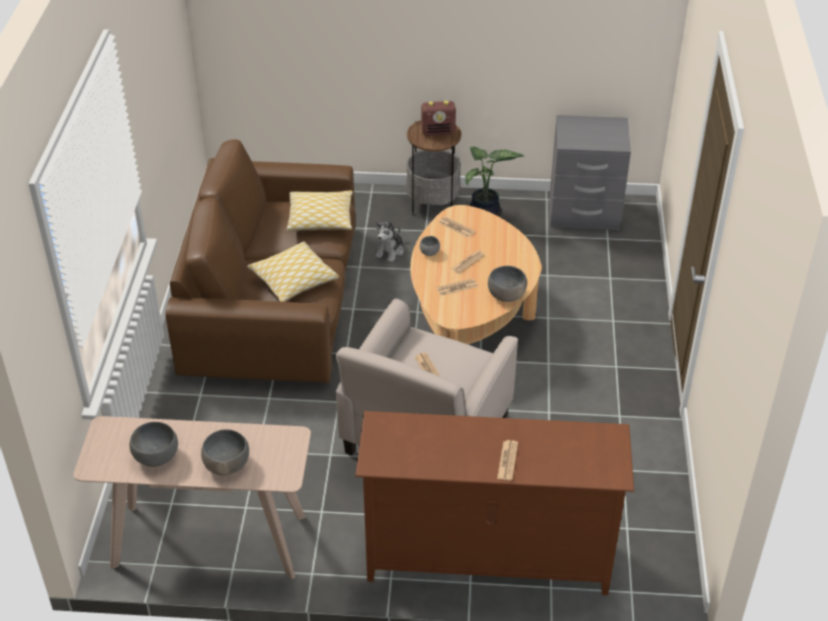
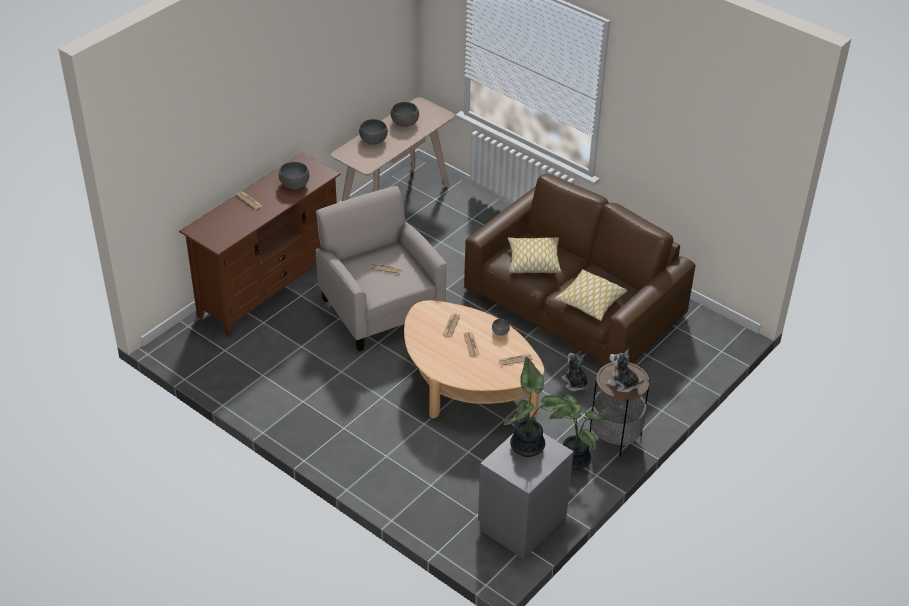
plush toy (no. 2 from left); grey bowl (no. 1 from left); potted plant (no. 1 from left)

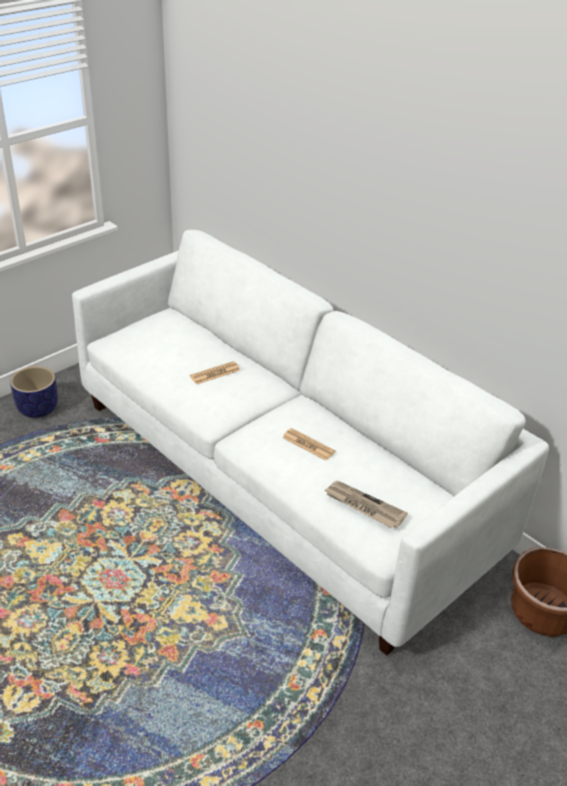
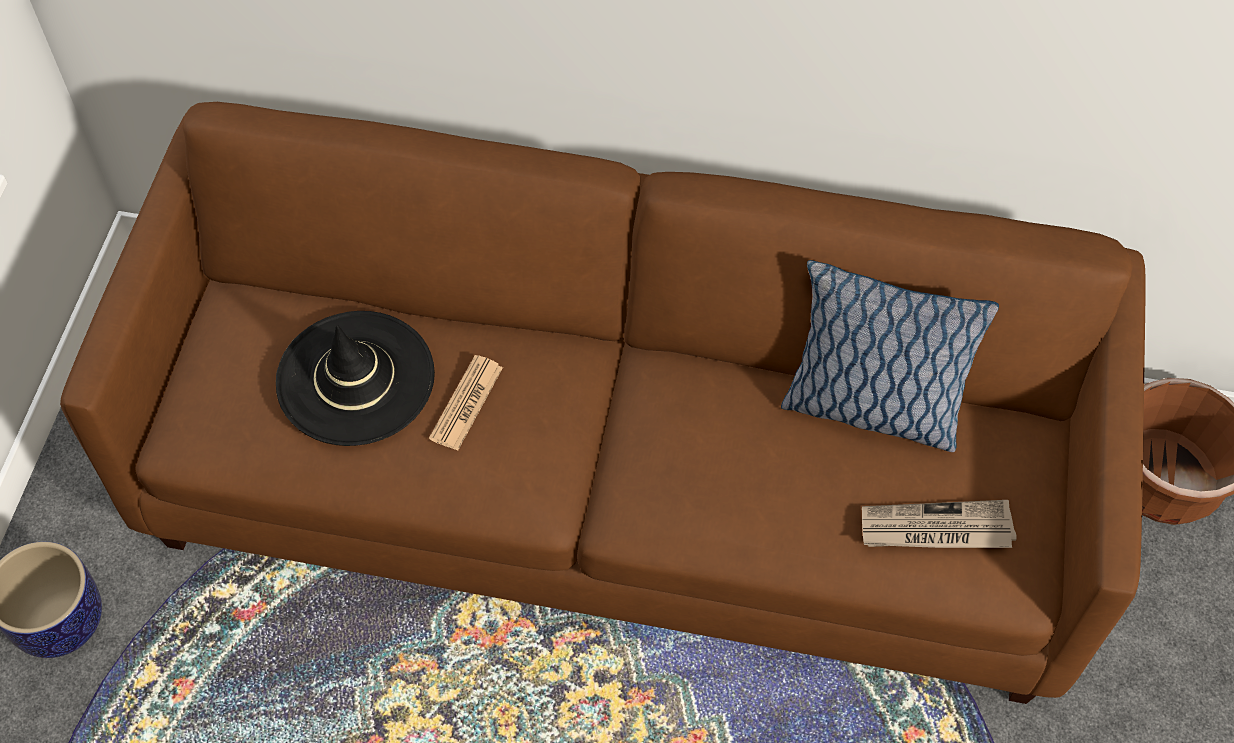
brown sofa; newspaper (no. 2 from left in the first image); pillow; black hat

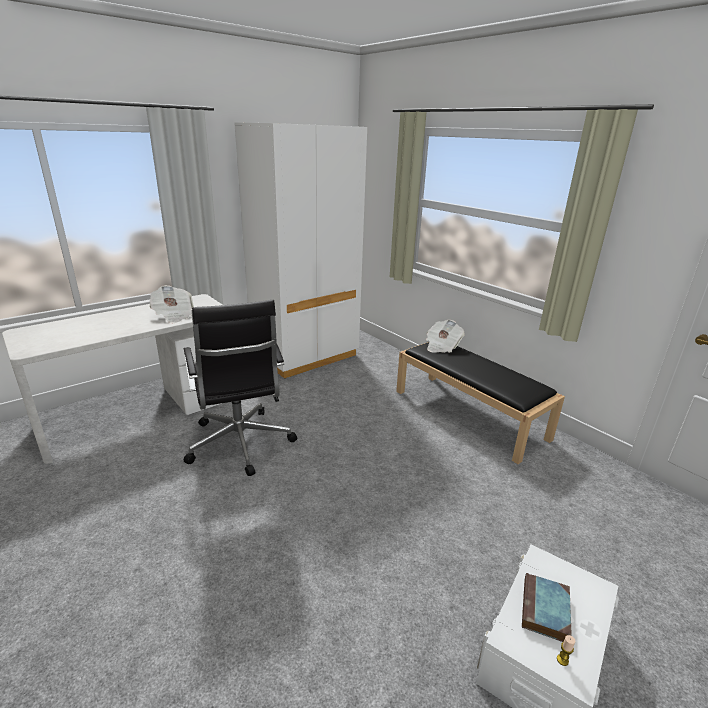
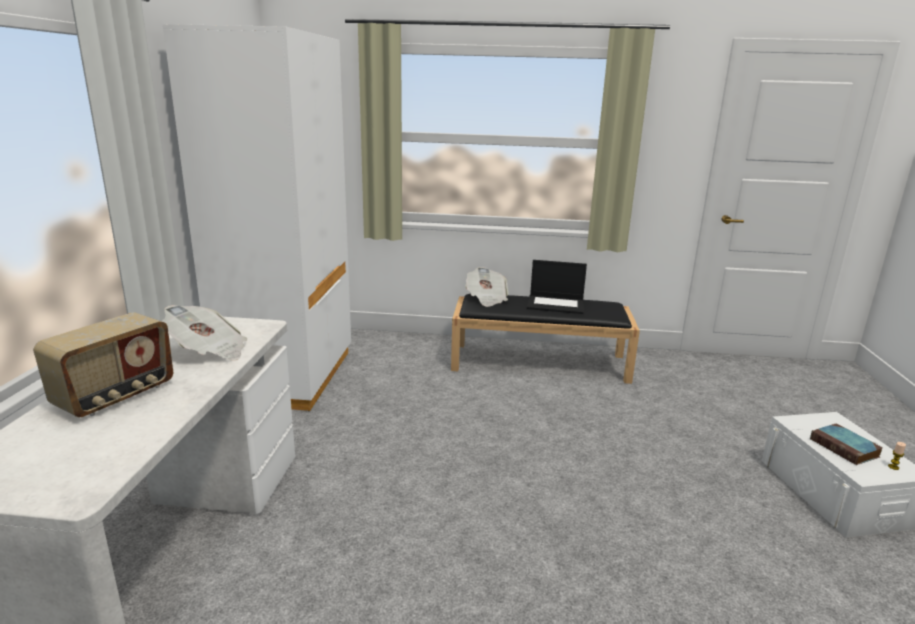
black office chair; laptop; radio

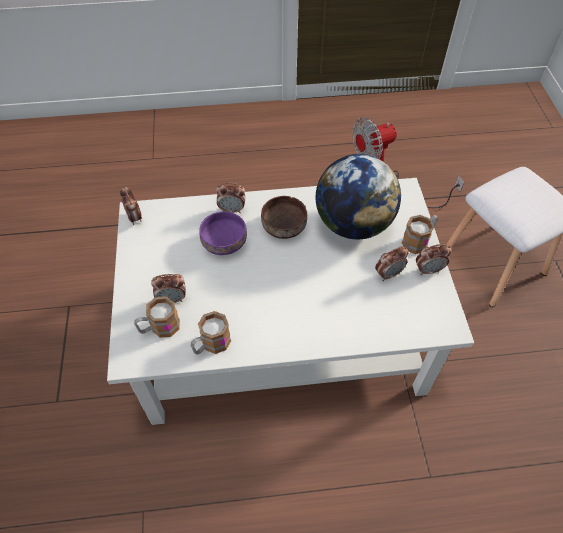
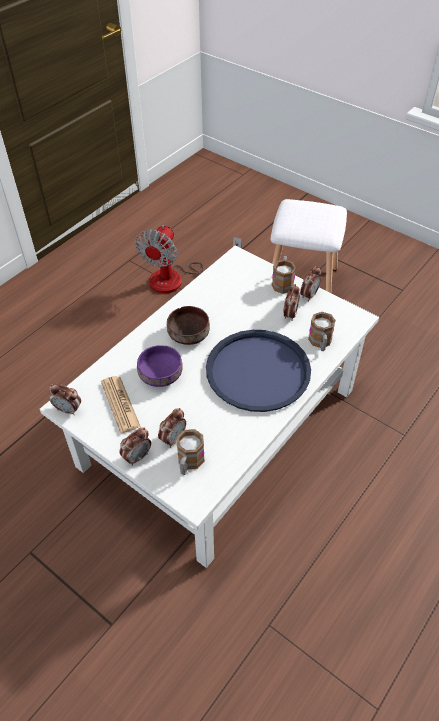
globe; alarm clock (no. 2 from left); mug (no. 3 from left); blue tray; newspaper

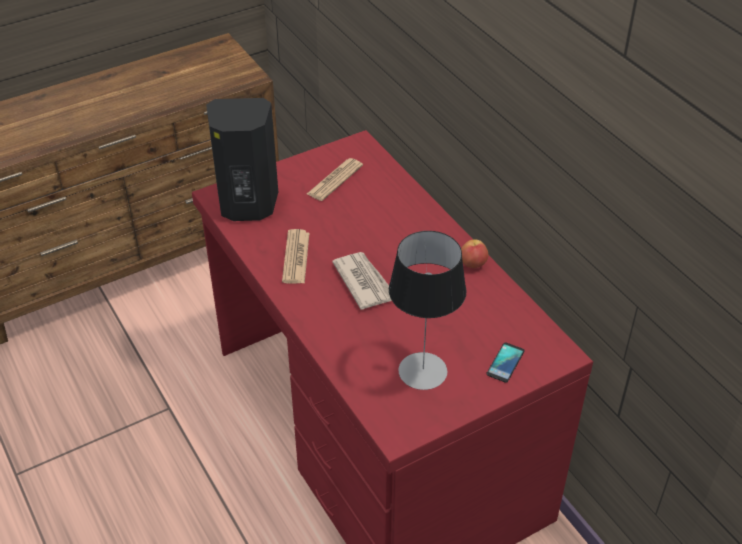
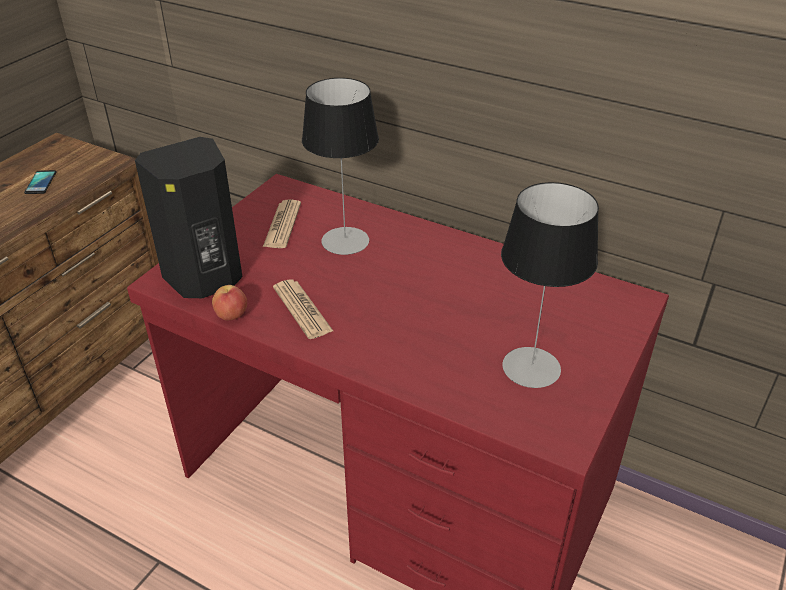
apple; newspaper (no. 3 from left in the first image); phone; table lamp (no. 1 from left)

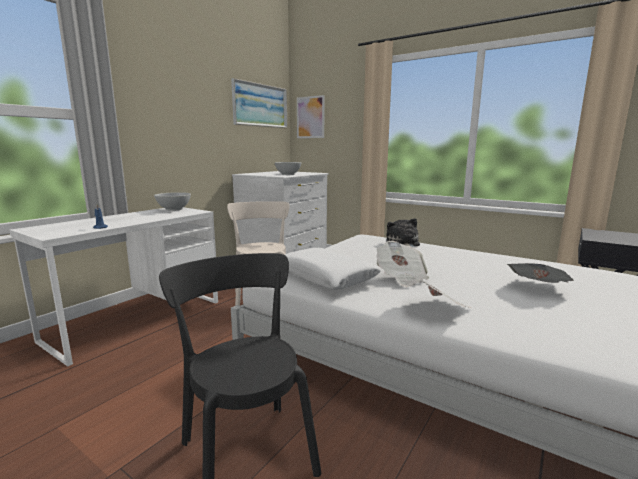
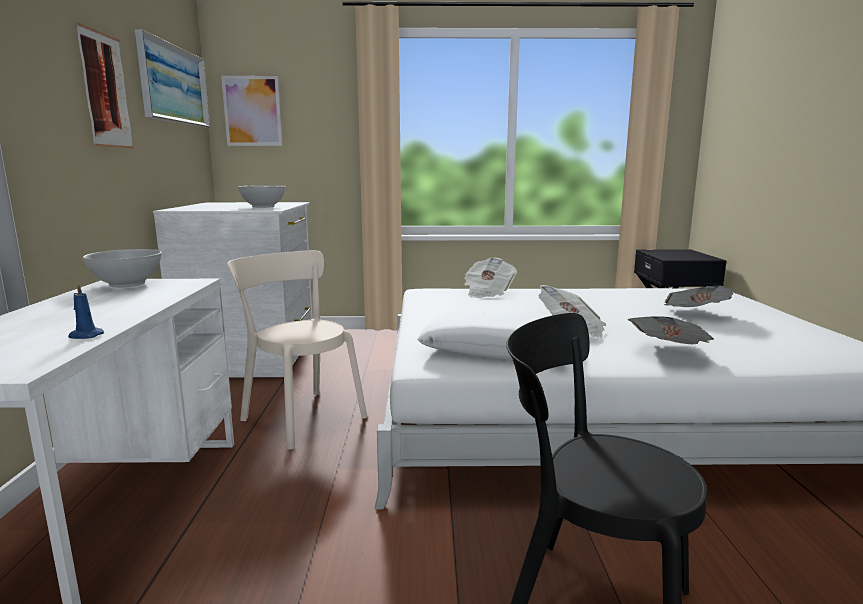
newspaper (no. 1 from left); picture (no. 1 from left)

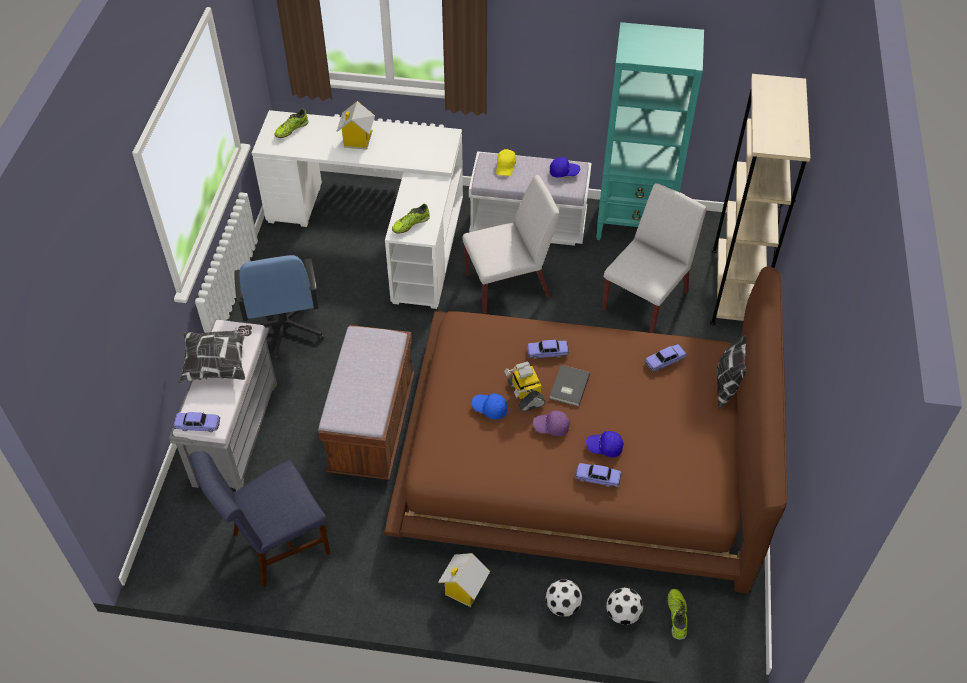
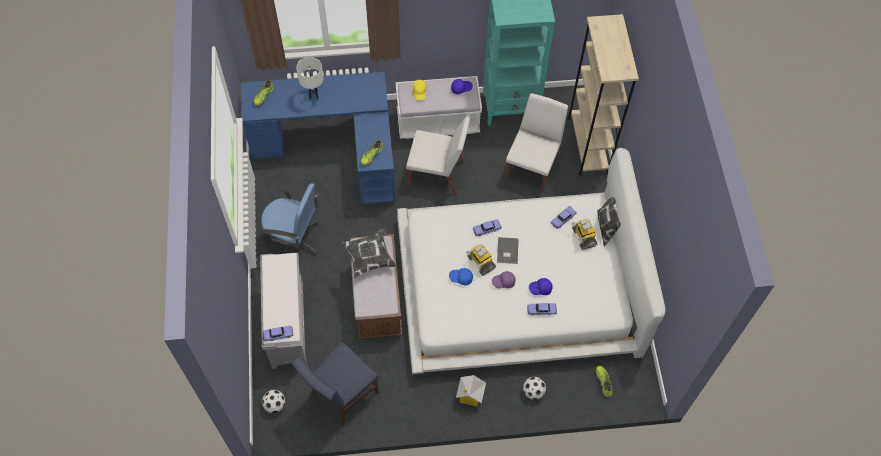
white table lamp; blue desk; white chair (no. 1 from left); blue office chair; white bed; pillow (no. 1 from left); football (no. 1 from left); toy robot (no. 2 from left)

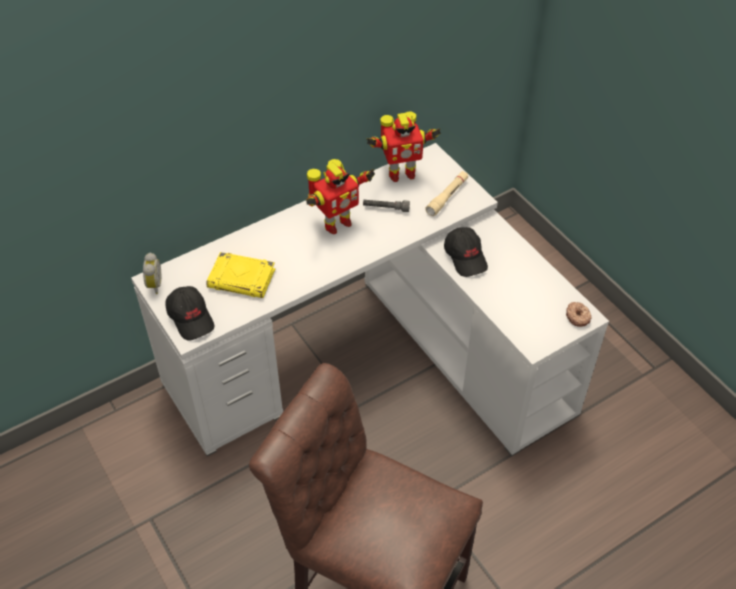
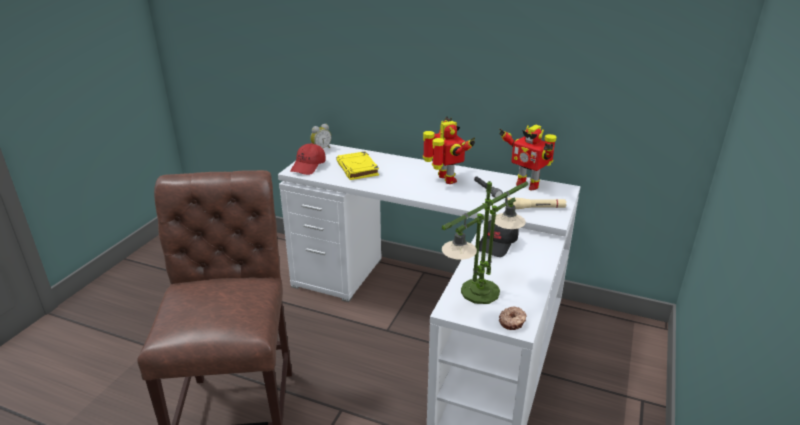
toy robot (no. 1 from left); red cap; table lamp

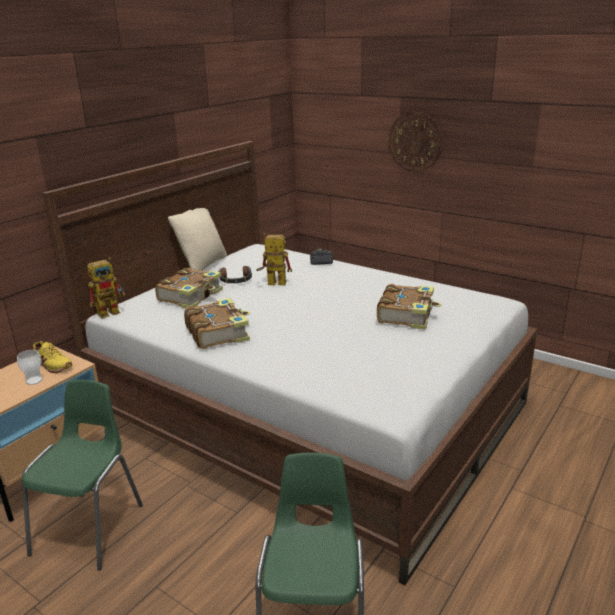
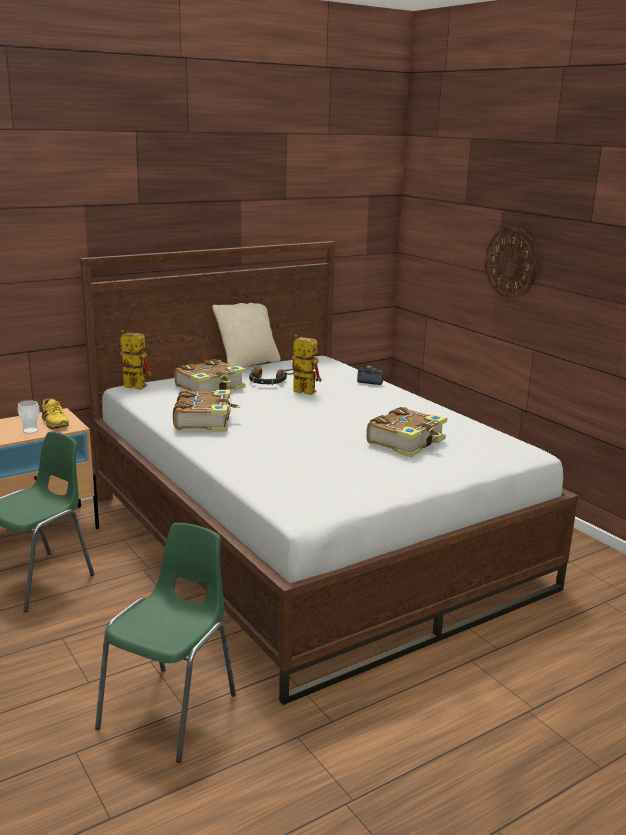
toy robot (no. 1 from left)

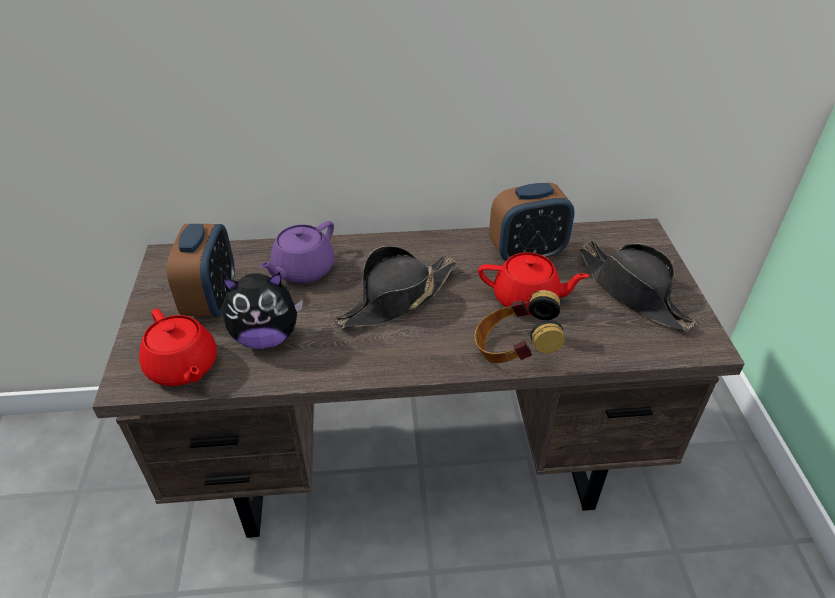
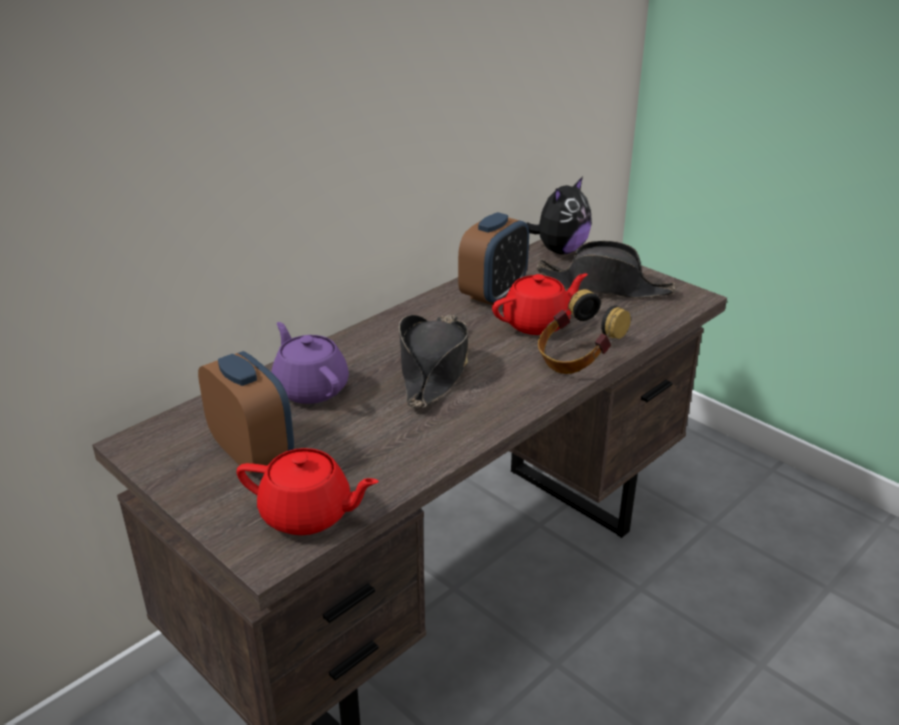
purple teapot; plush toy

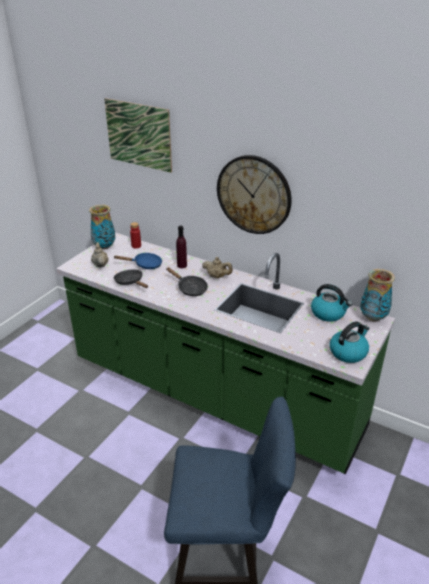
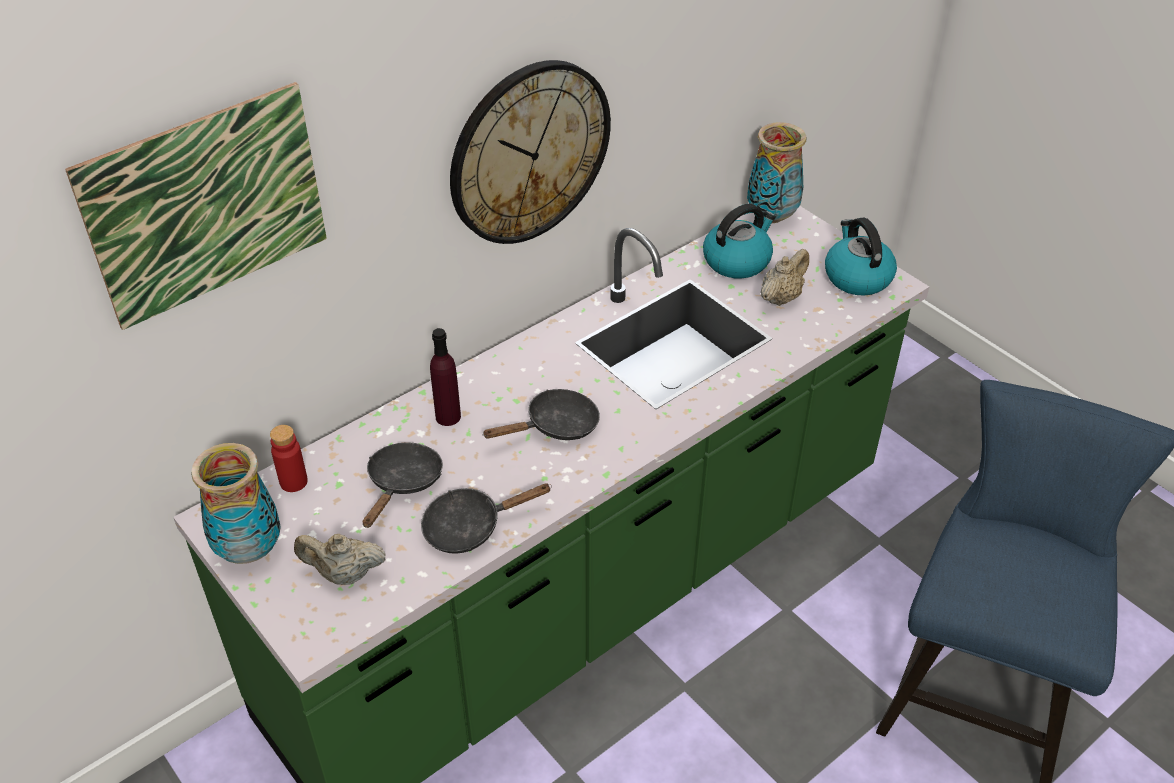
black frying pan (no. 1 from left); beige teapot (no. 2 from left)

